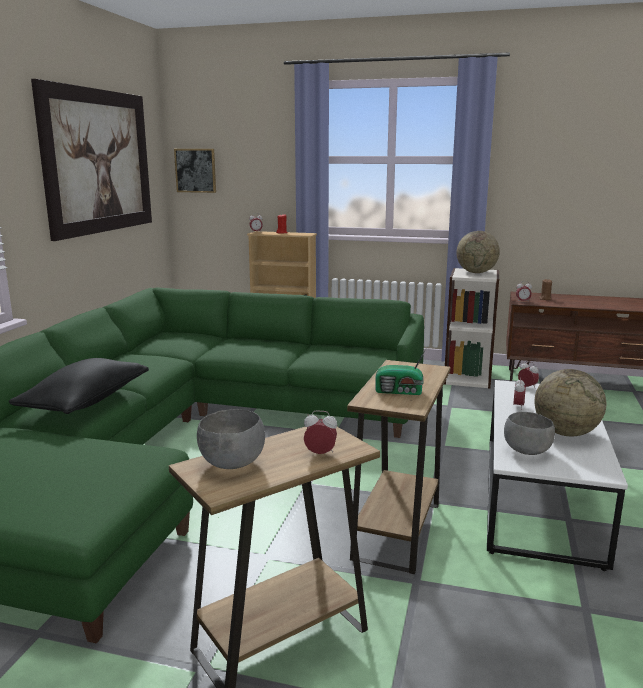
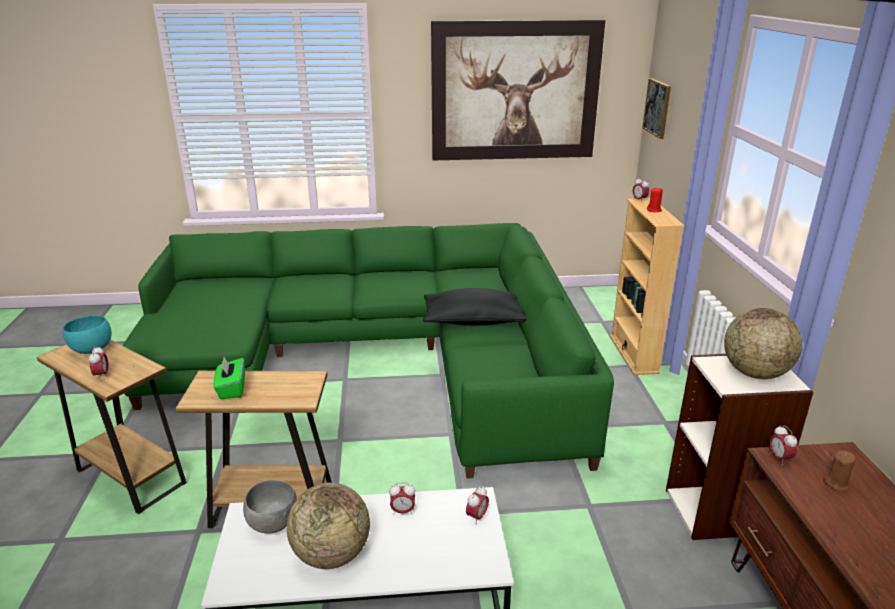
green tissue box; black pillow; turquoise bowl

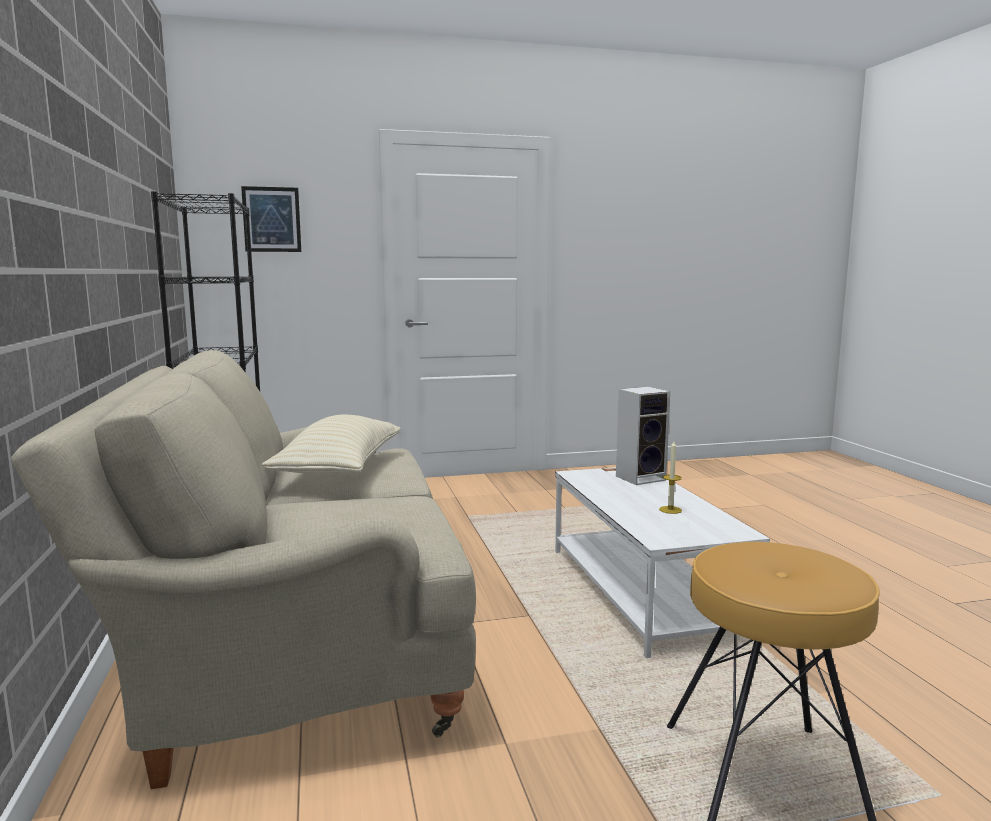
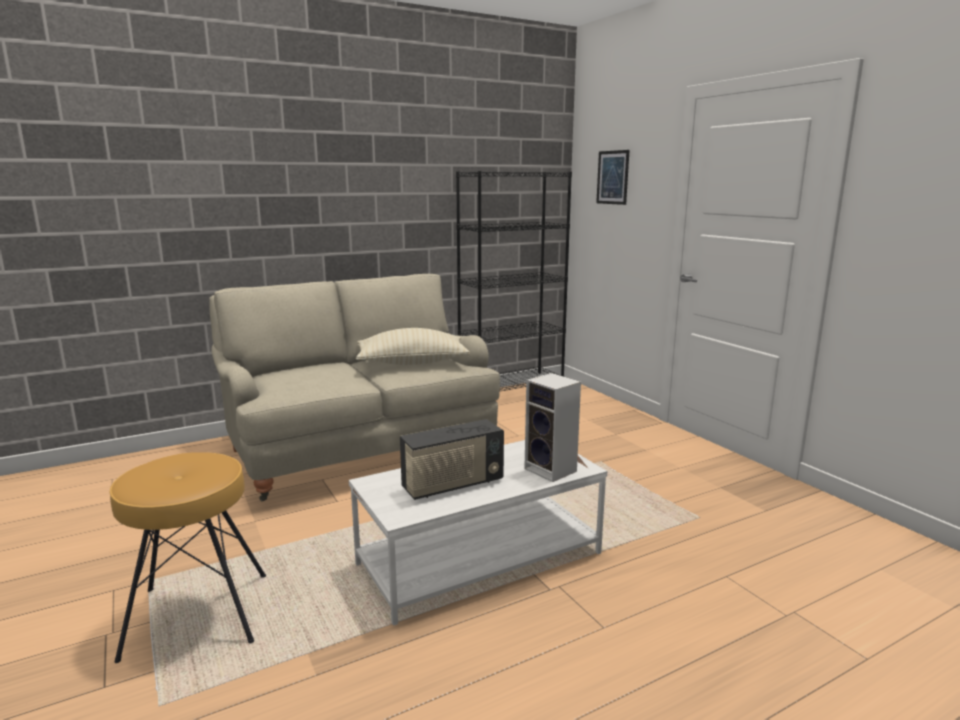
radio

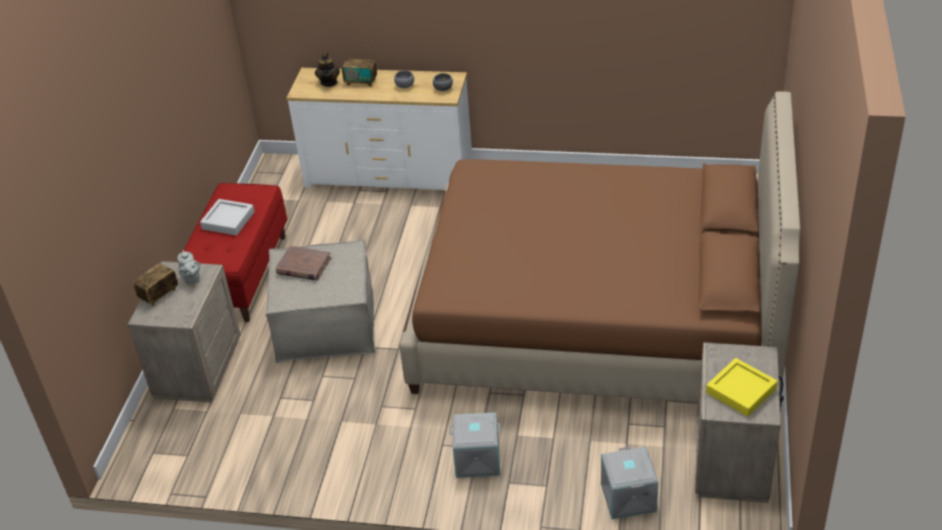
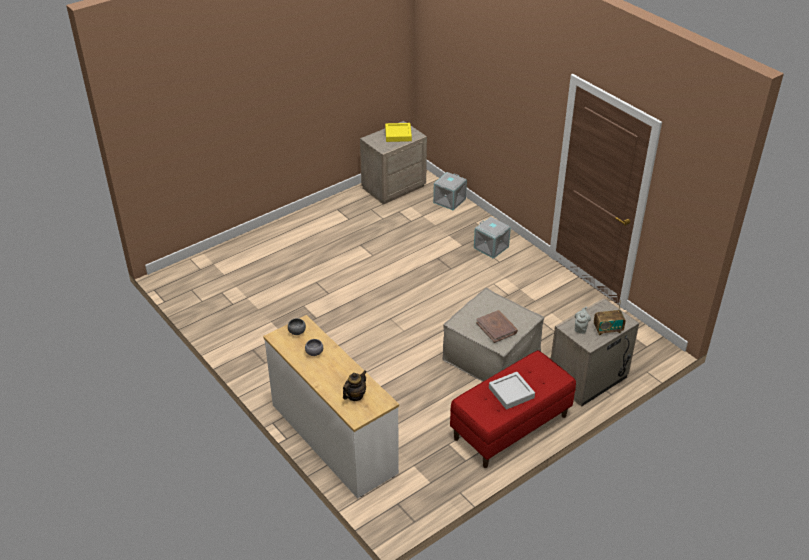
radio (no. 2 from left in the first image); brown bed

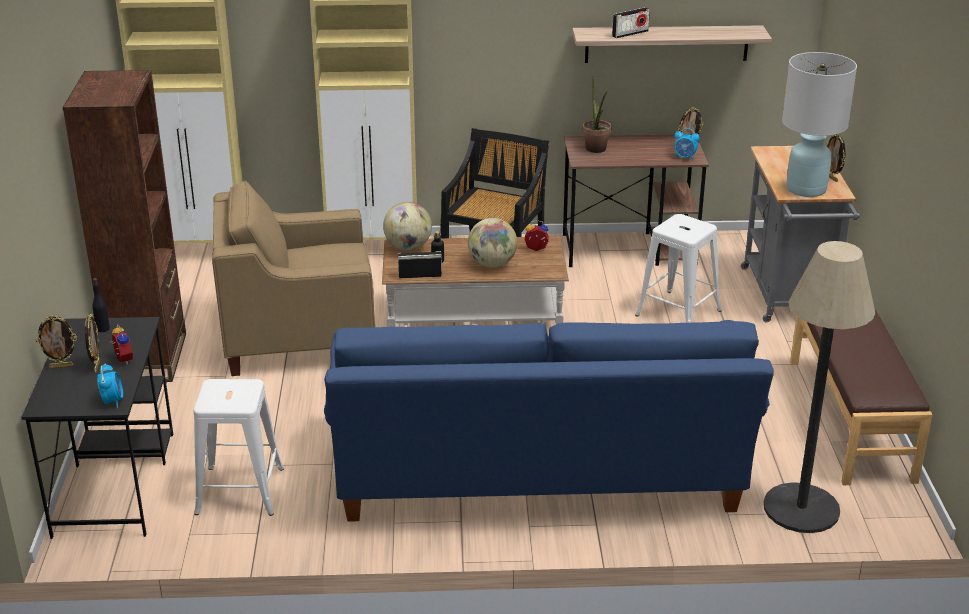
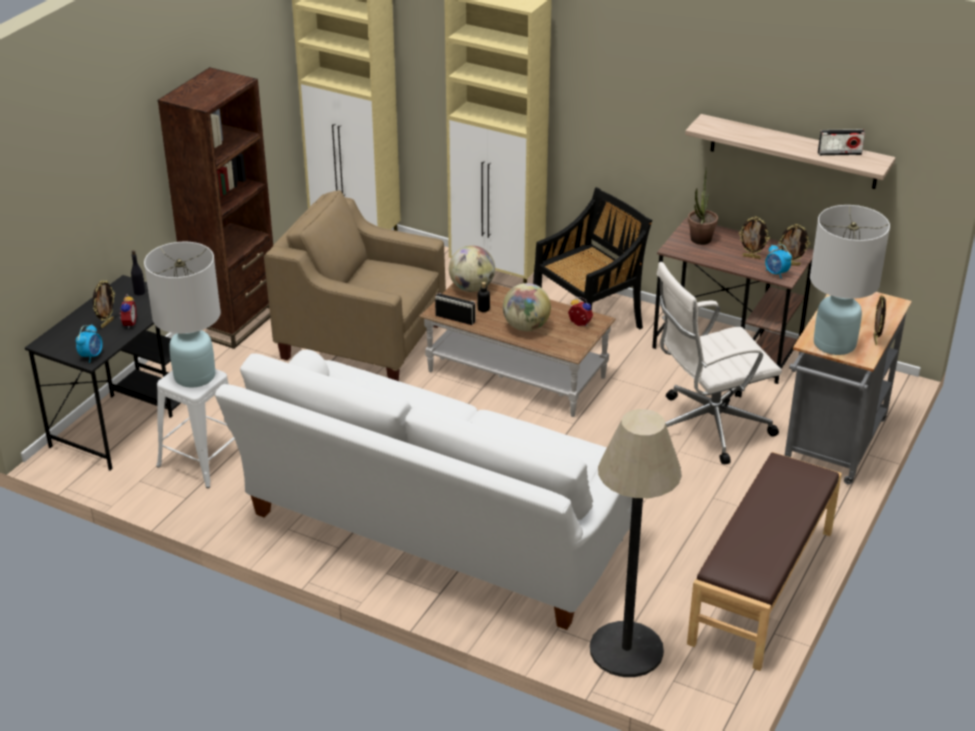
radio (no. 2 from left); white office chair; picture frame (no. 2 from left); white sofa; white table lamp (no. 1 from left)

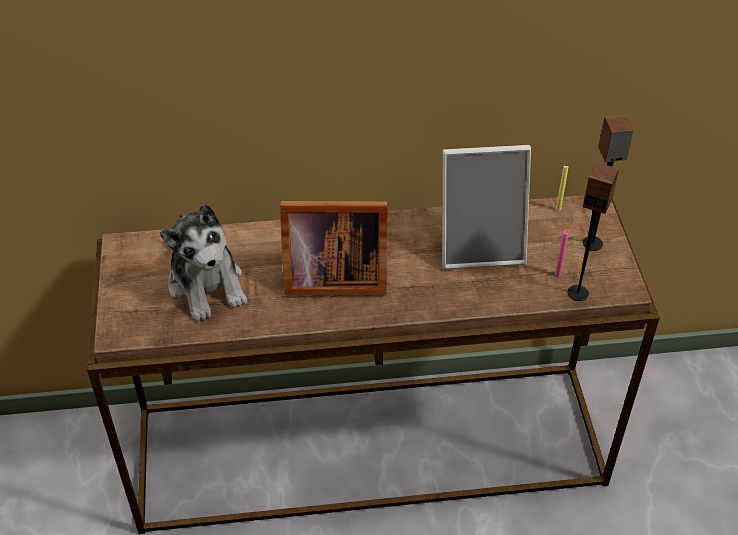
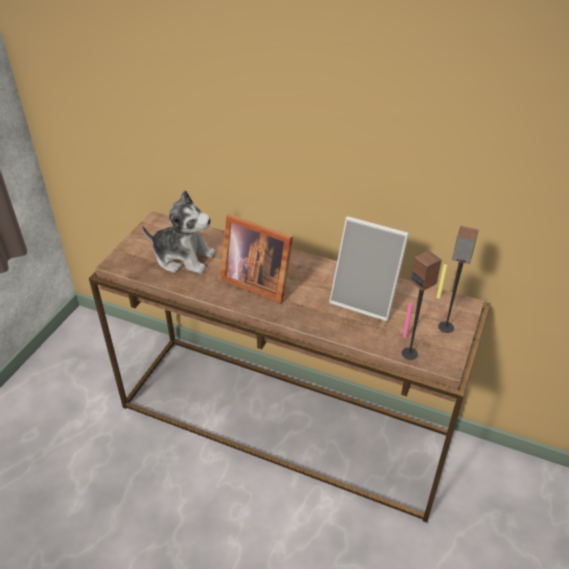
plush toy

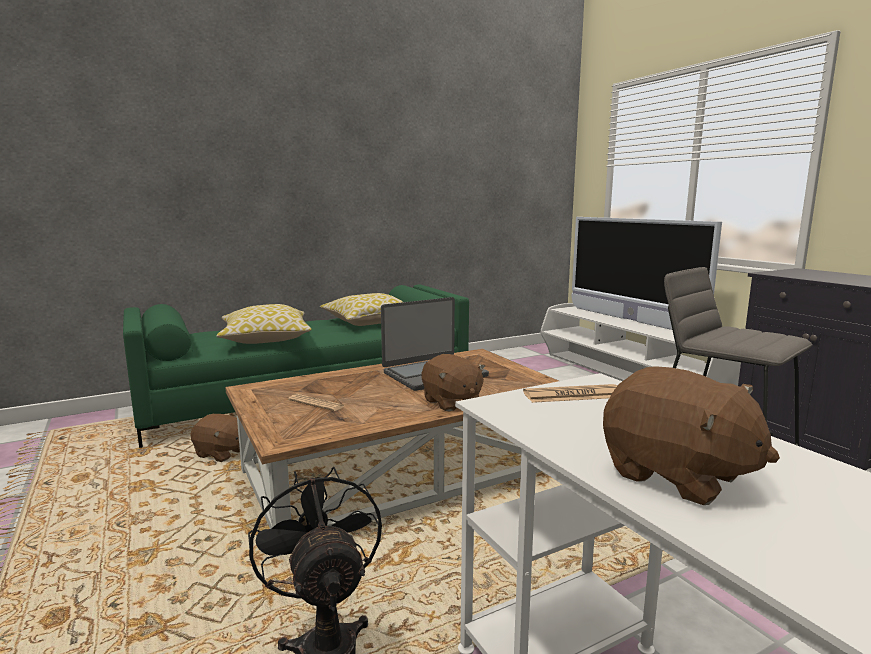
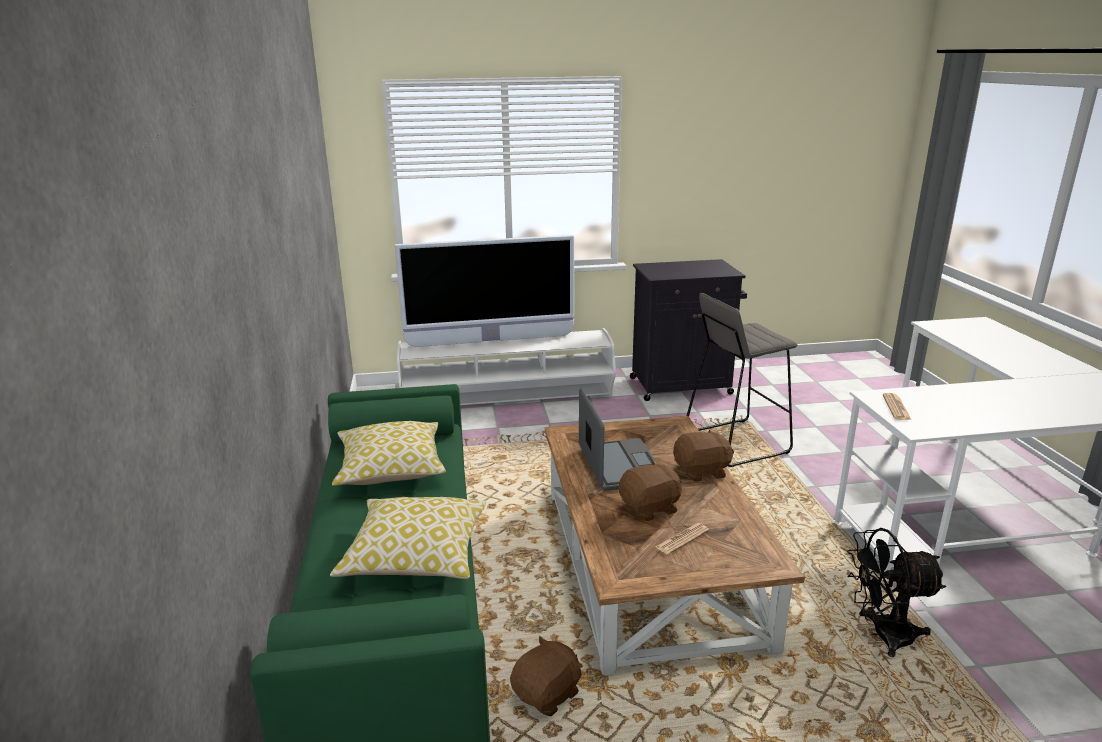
brown plush toy (no. 2 from left)

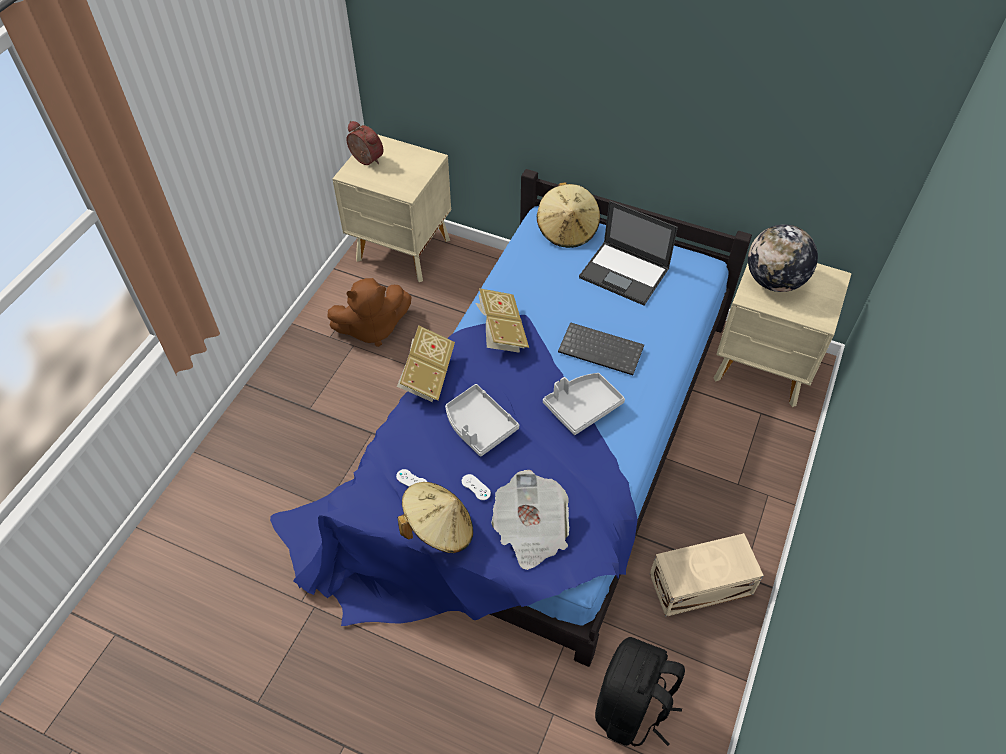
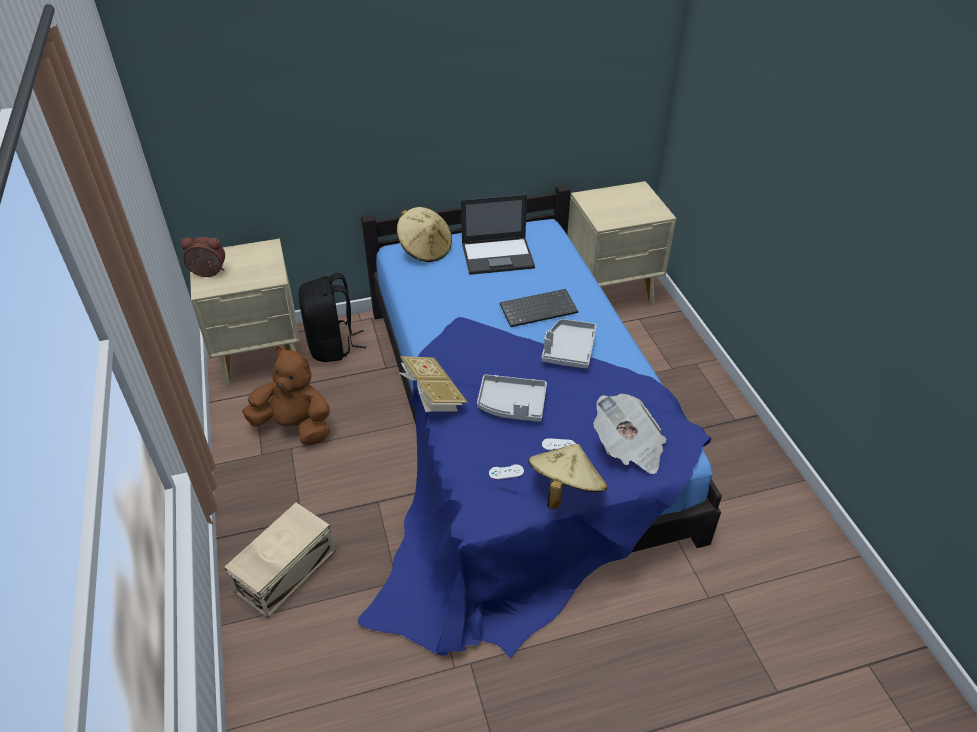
globe; brown plush toy; book (no. 2 from left in the first image); beige storage box; black backpack

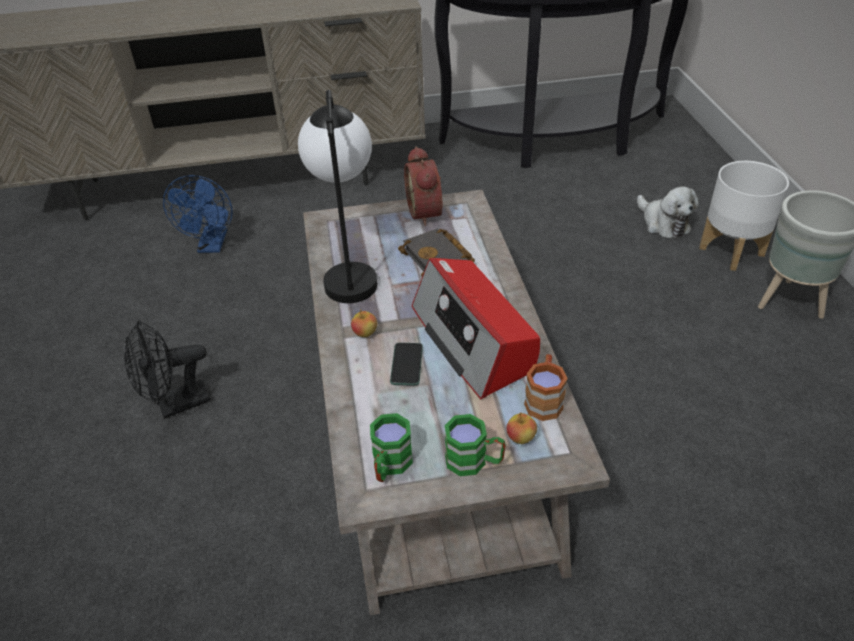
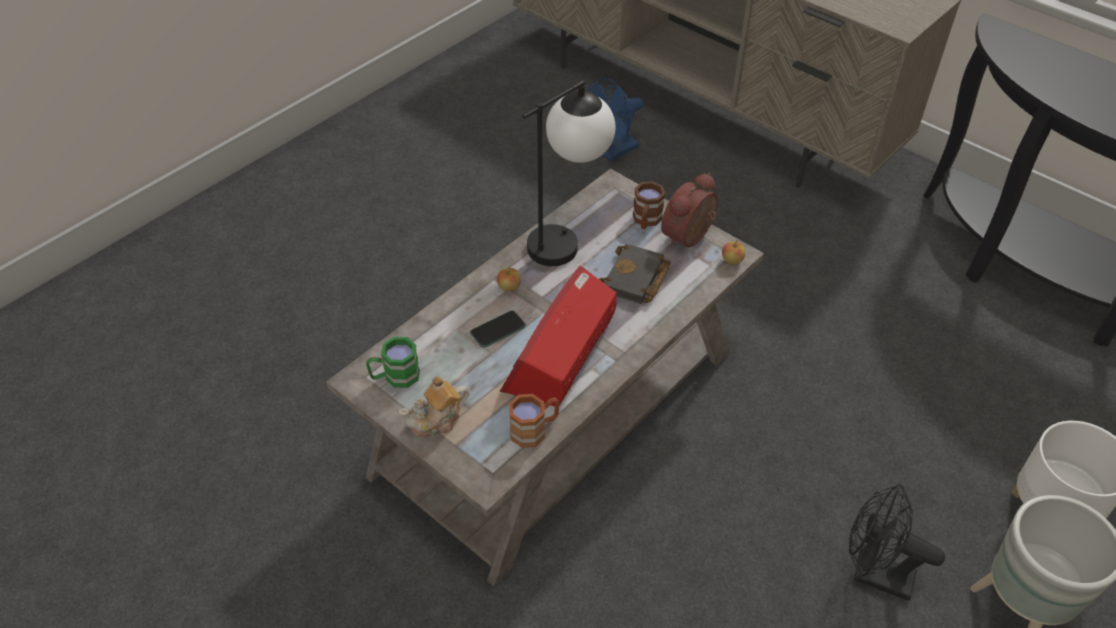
plush toy; black fan; apple (no. 2 from left); teapot; brown mug (no. 2 from left)

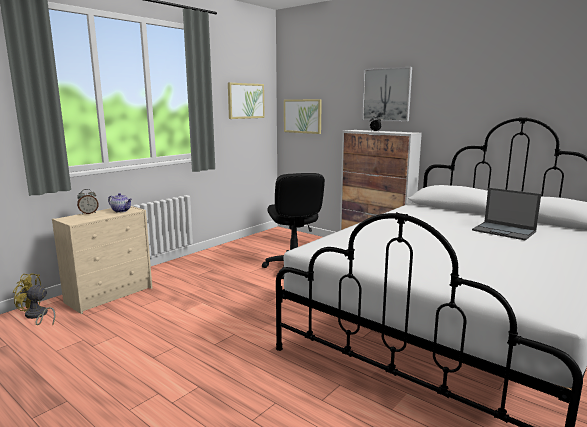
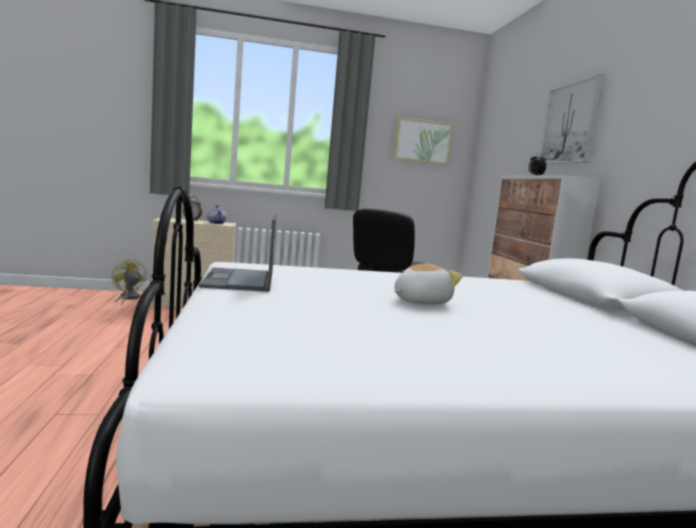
picture (no. 2 from left in the first image); laptop; plush toy

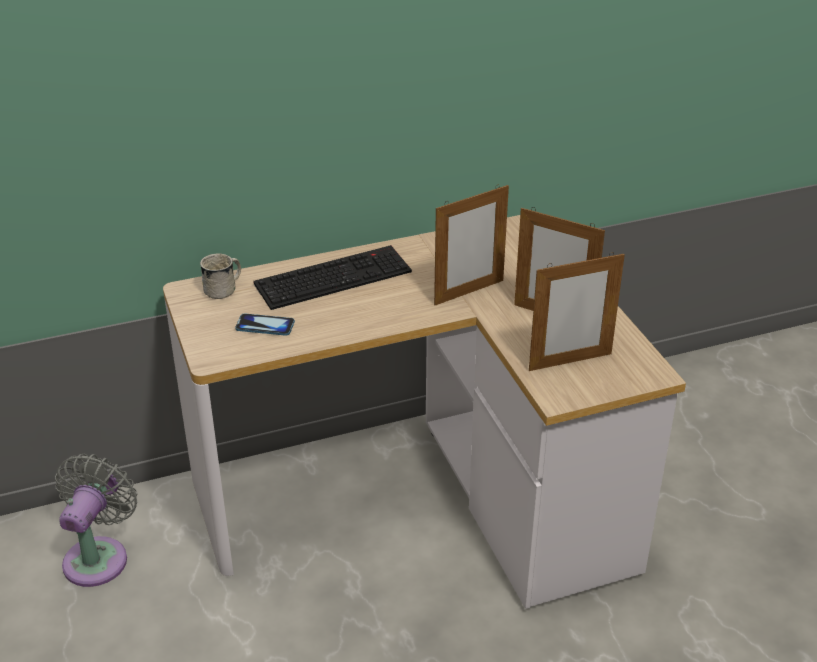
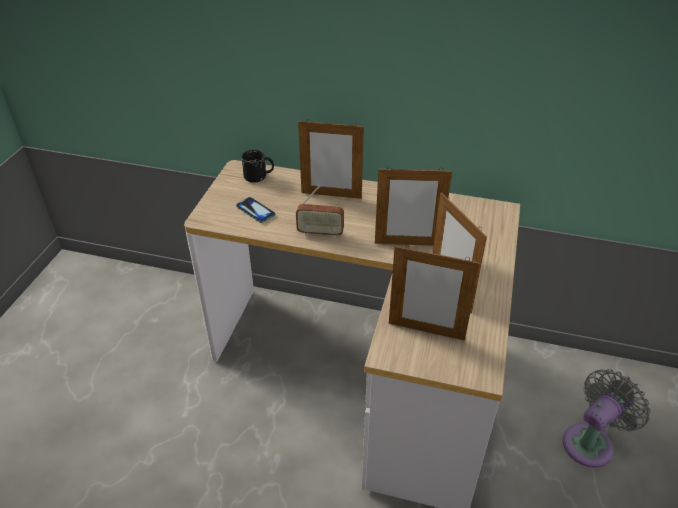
picture frame (no. 1 from left); black mug; grey fan; radio

